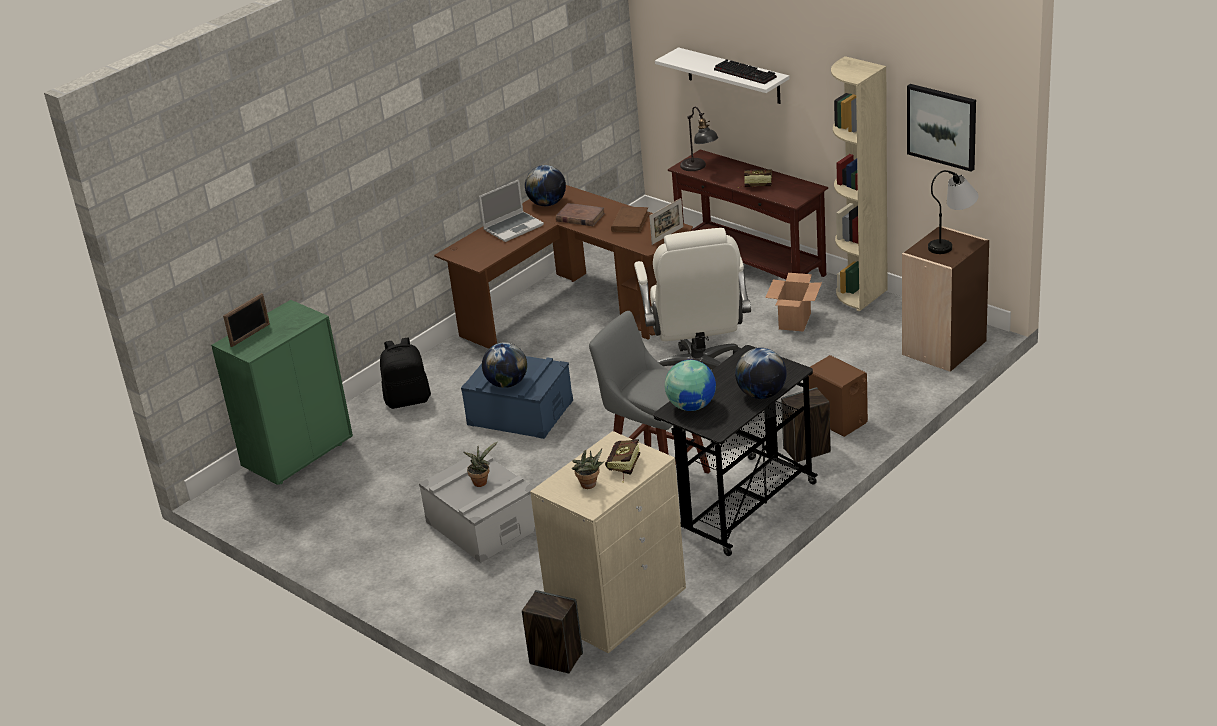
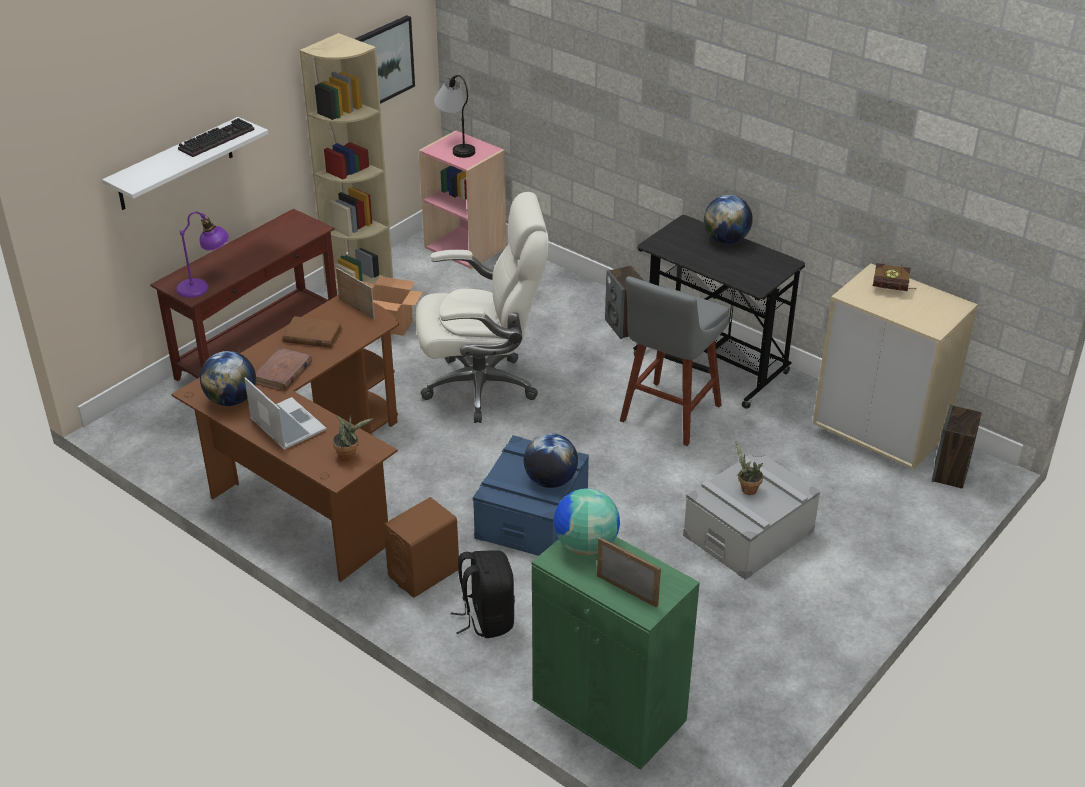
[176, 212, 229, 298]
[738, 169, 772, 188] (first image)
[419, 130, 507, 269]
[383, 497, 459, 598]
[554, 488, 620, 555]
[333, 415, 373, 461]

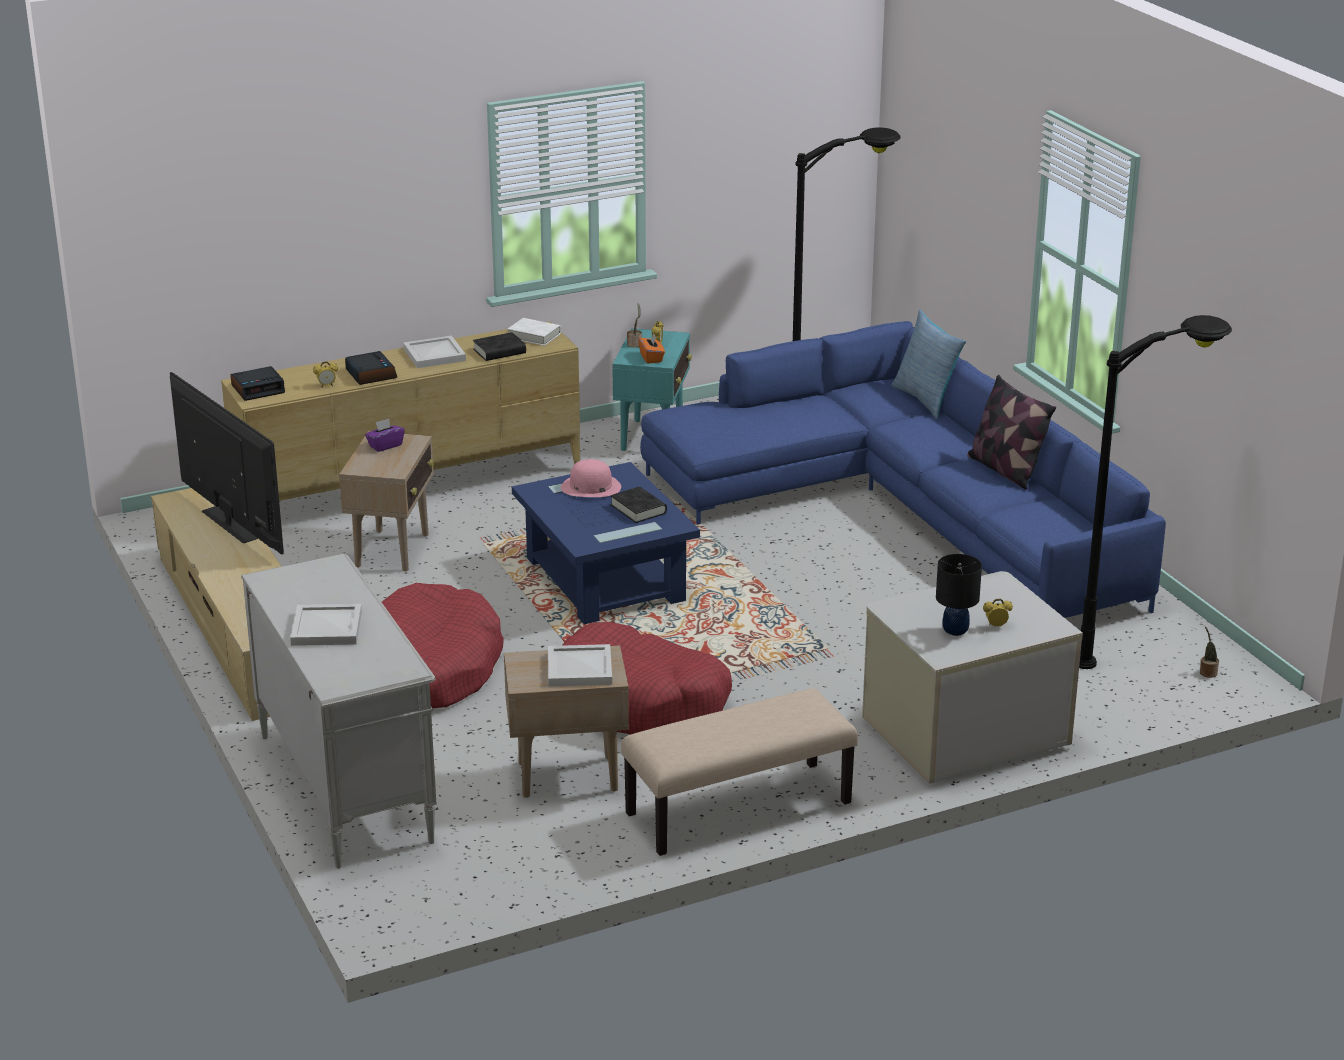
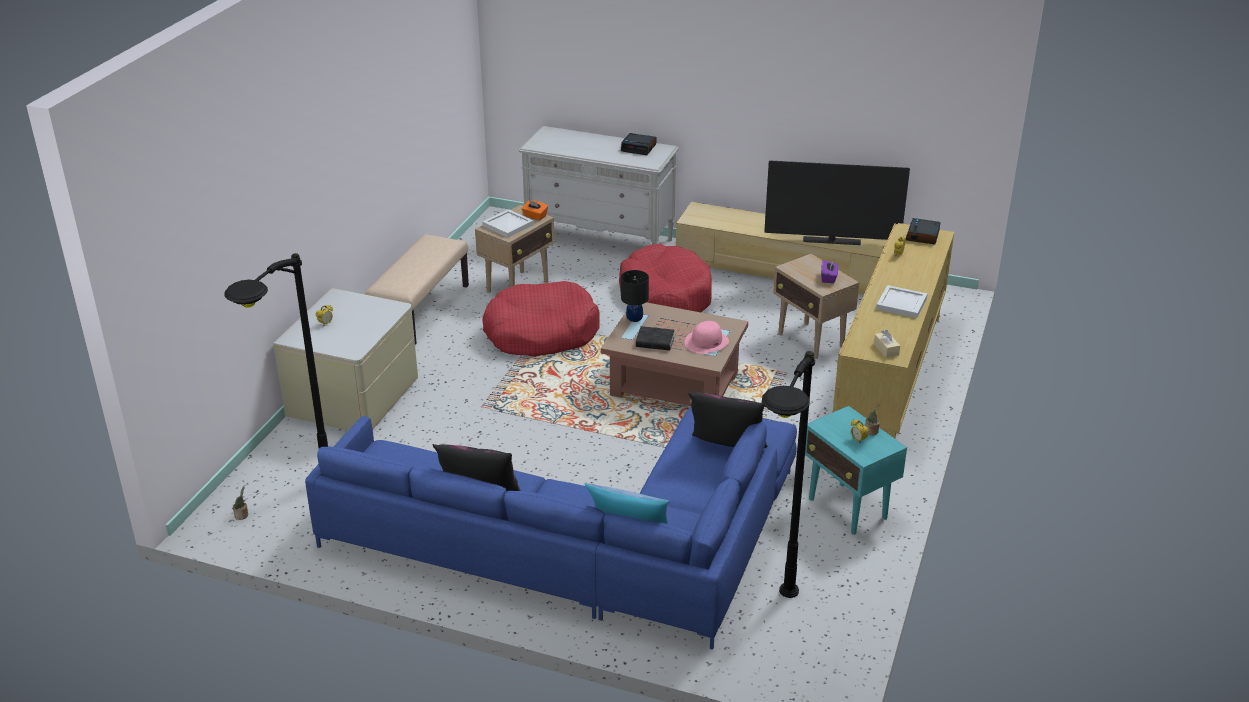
[874, 330, 900, 358]
[473, 332, 526, 361] (first image)
[522, 200, 548, 220]
[621, 133, 657, 155]
[601, 302, 748, 406]
[621, 270, 649, 322]
[290, 604, 362, 646] (first image)
[688, 392, 768, 448]

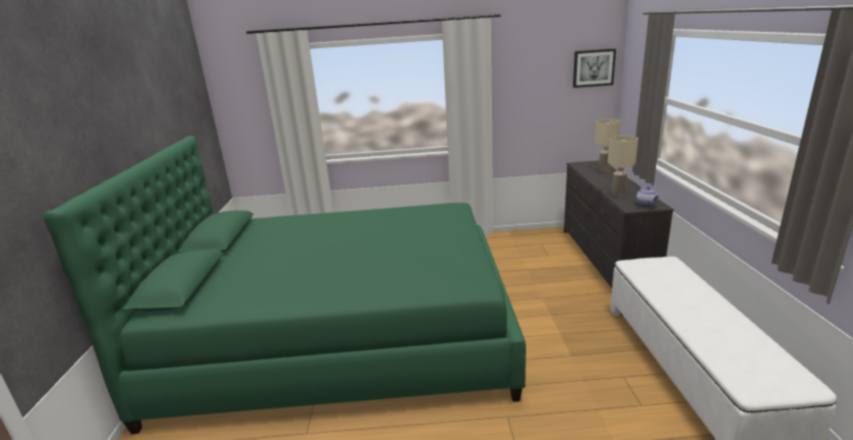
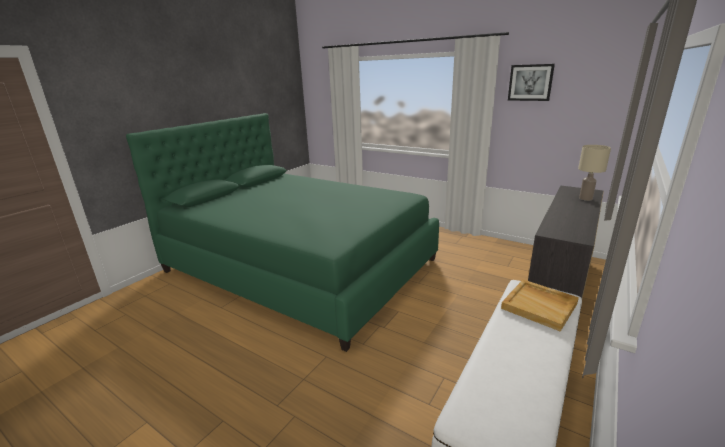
[508, 64, 555, 101]
[608, 135, 638, 196] (first image)
[636, 186, 659, 207] (first image)
[501, 280, 579, 332]

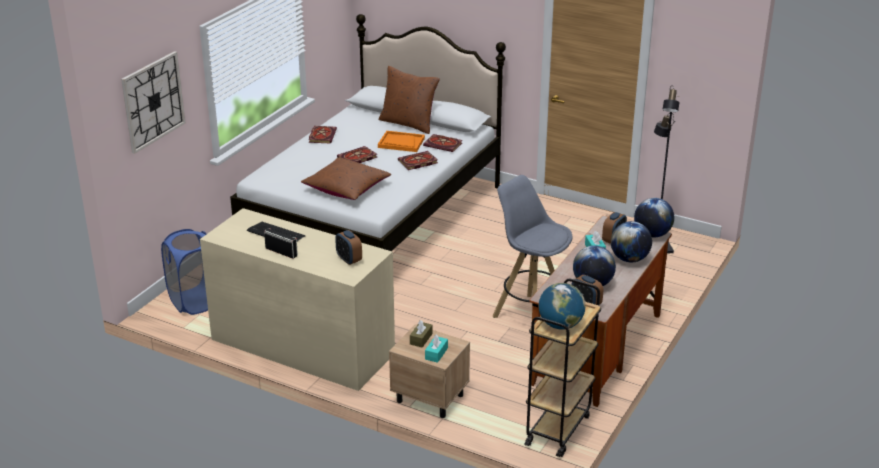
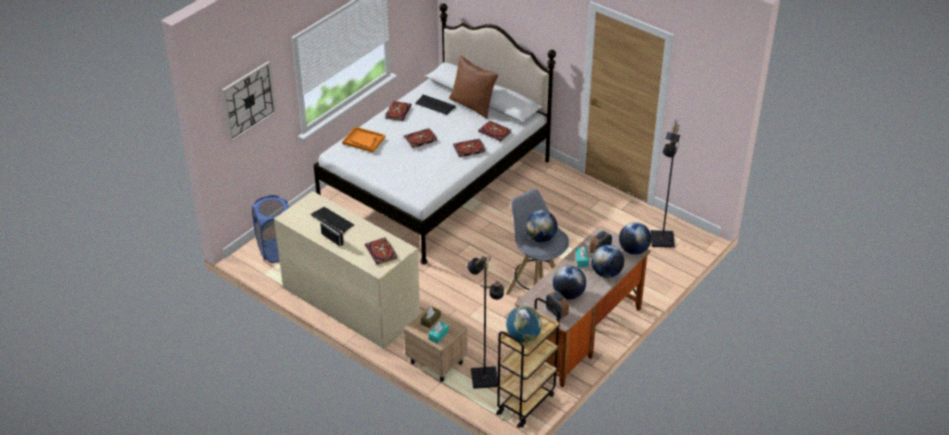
[342, 127, 385, 153]
[301, 157, 391, 200] (first image)
[365, 238, 397, 265]
[415, 95, 456, 115]
[525, 210, 557, 242]
[467, 256, 504, 389]

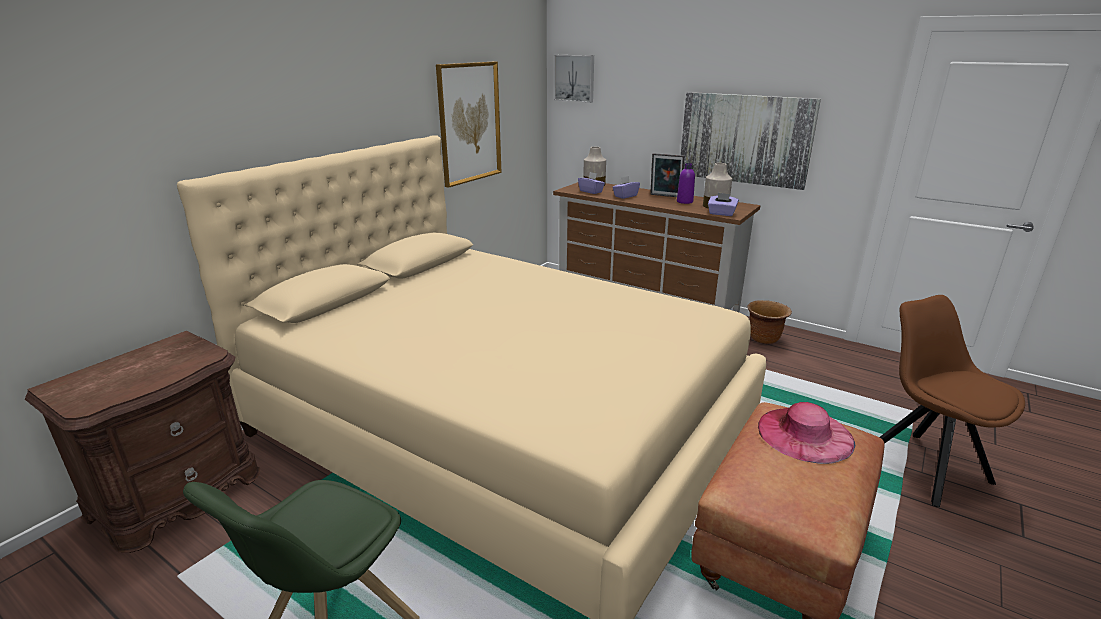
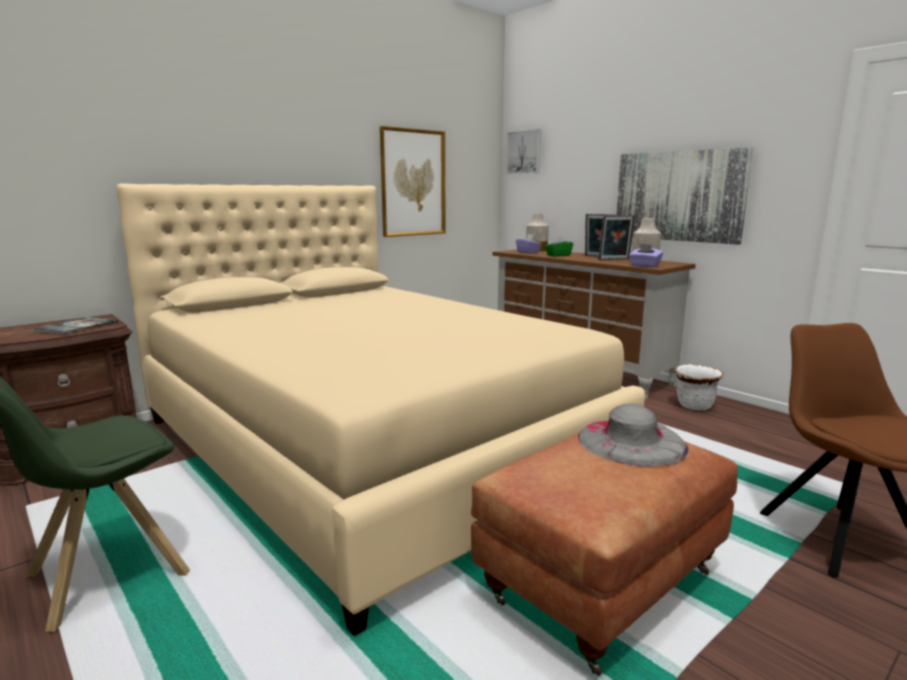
[599, 215, 635, 260]
[545, 236, 573, 257]
[674, 364, 724, 411]
[578, 404, 689, 466]
[33, 317, 118, 335]

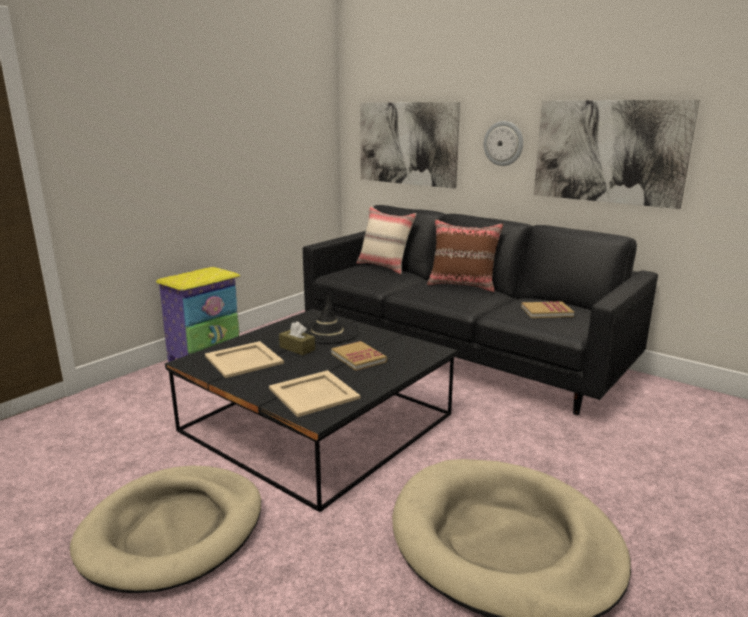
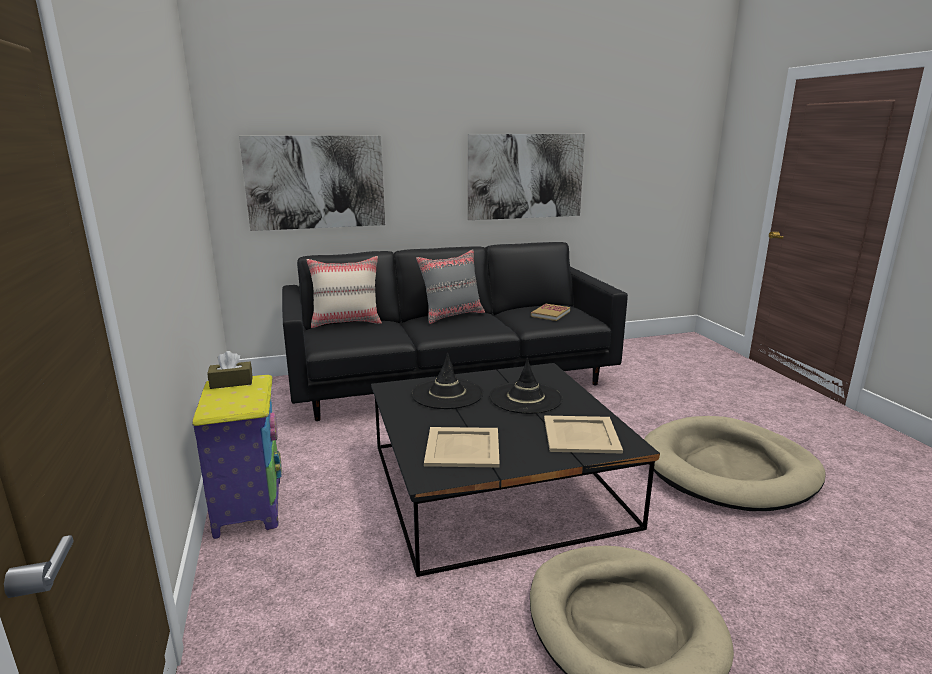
[484, 121, 523, 166] (first image)
[416, 249, 485, 324]
[207, 351, 253, 389]
[489, 358, 563, 414]

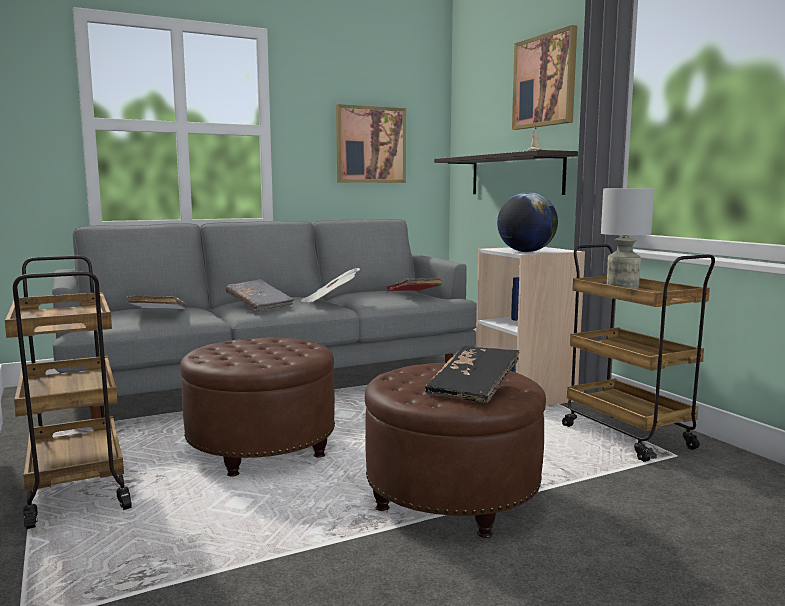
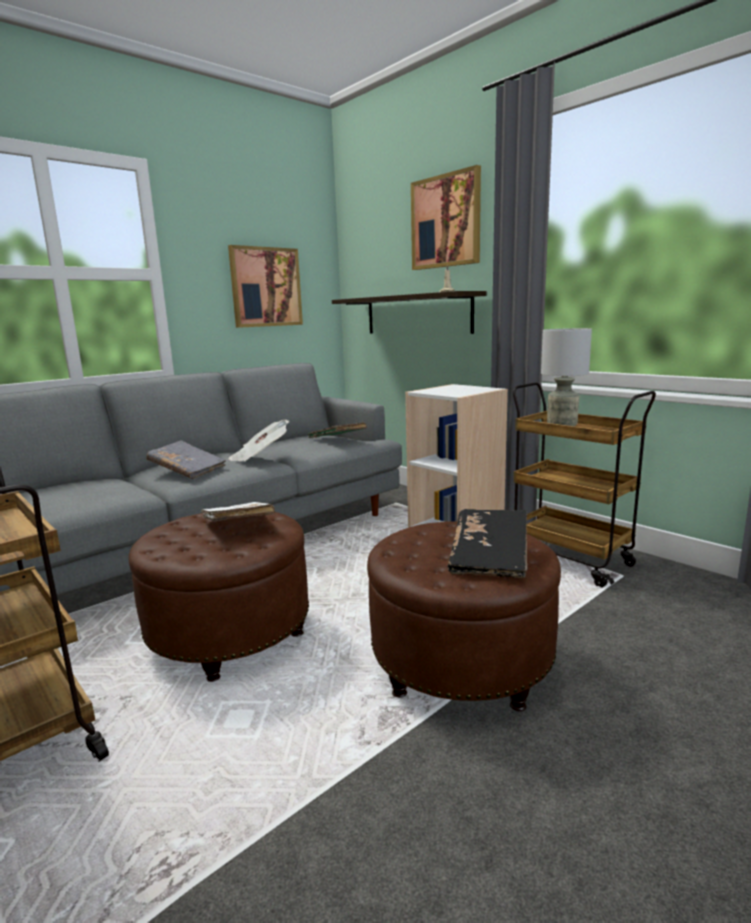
[497, 192, 558, 252] (first image)
[307, 422, 367, 438]
[201, 502, 275, 521]

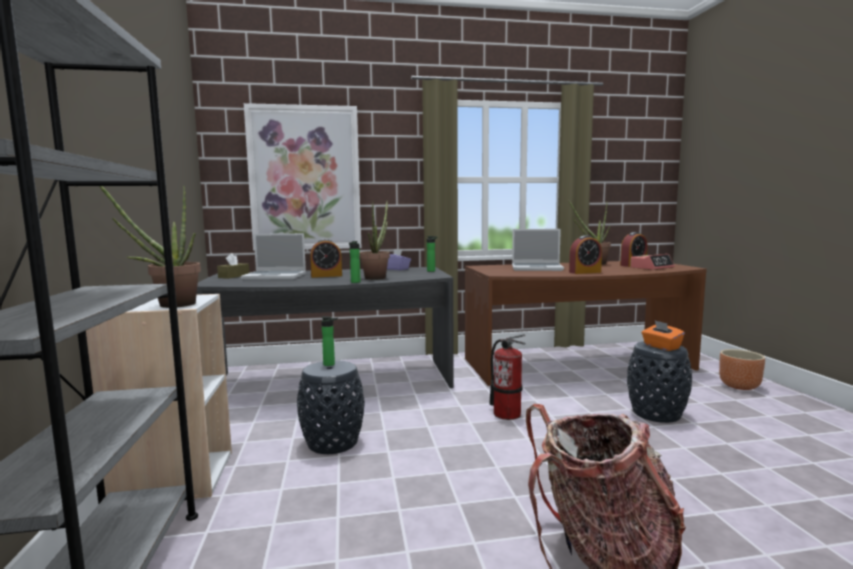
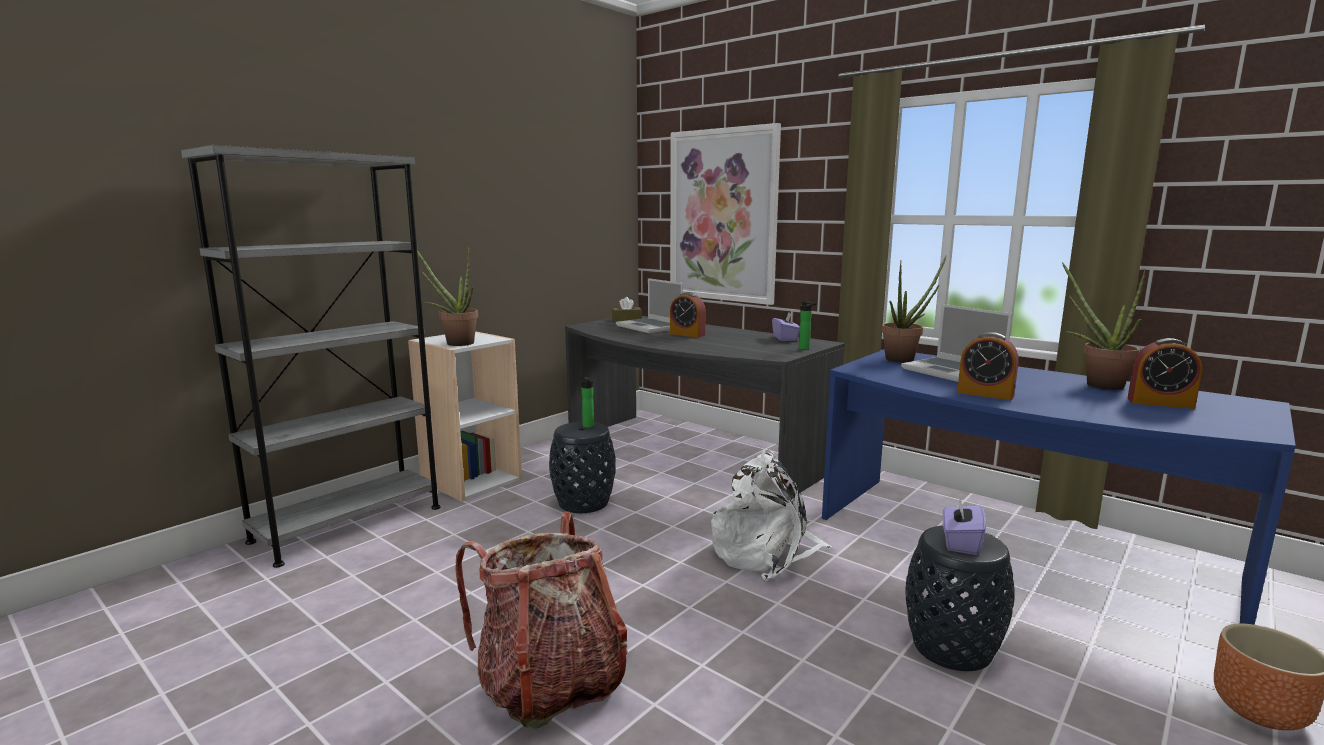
[881, 256, 946, 363]
[349, 241, 361, 283] (first image)
[630, 254, 675, 270] (first image)
[822, 349, 1296, 625]
[943, 496, 986, 555]
[711, 449, 832, 581]

